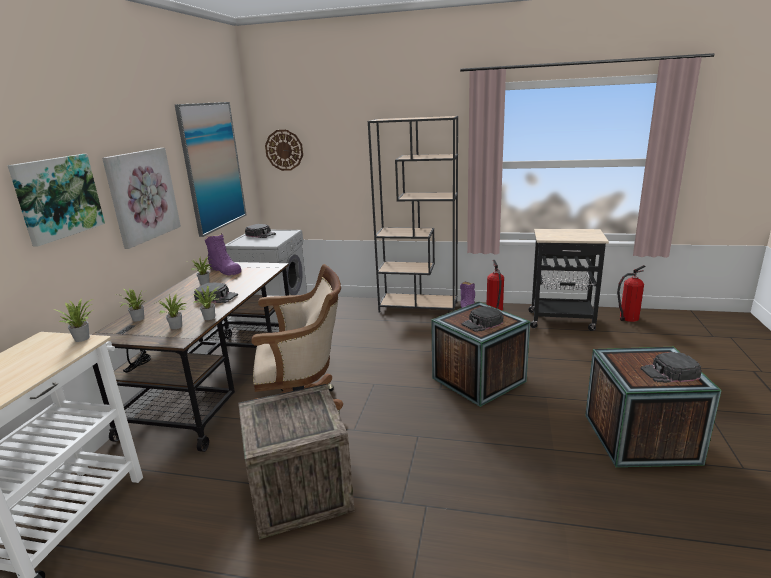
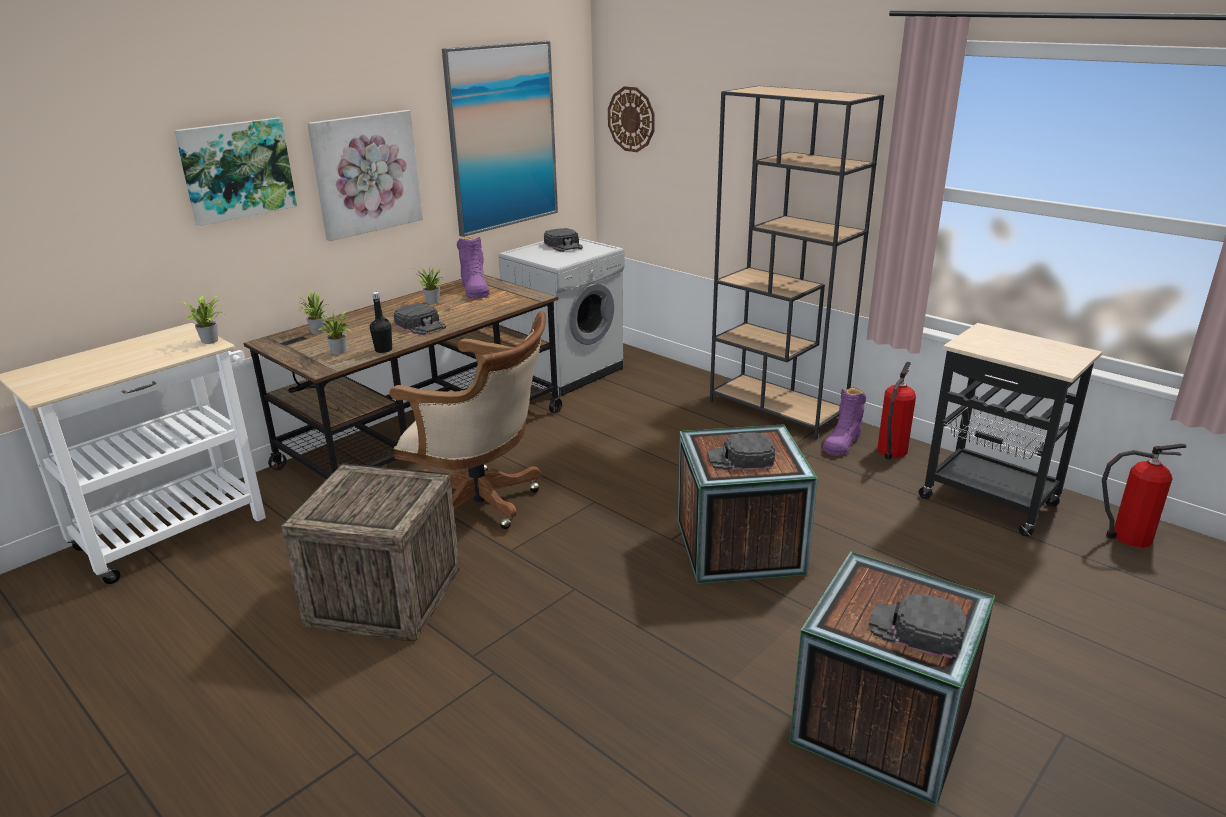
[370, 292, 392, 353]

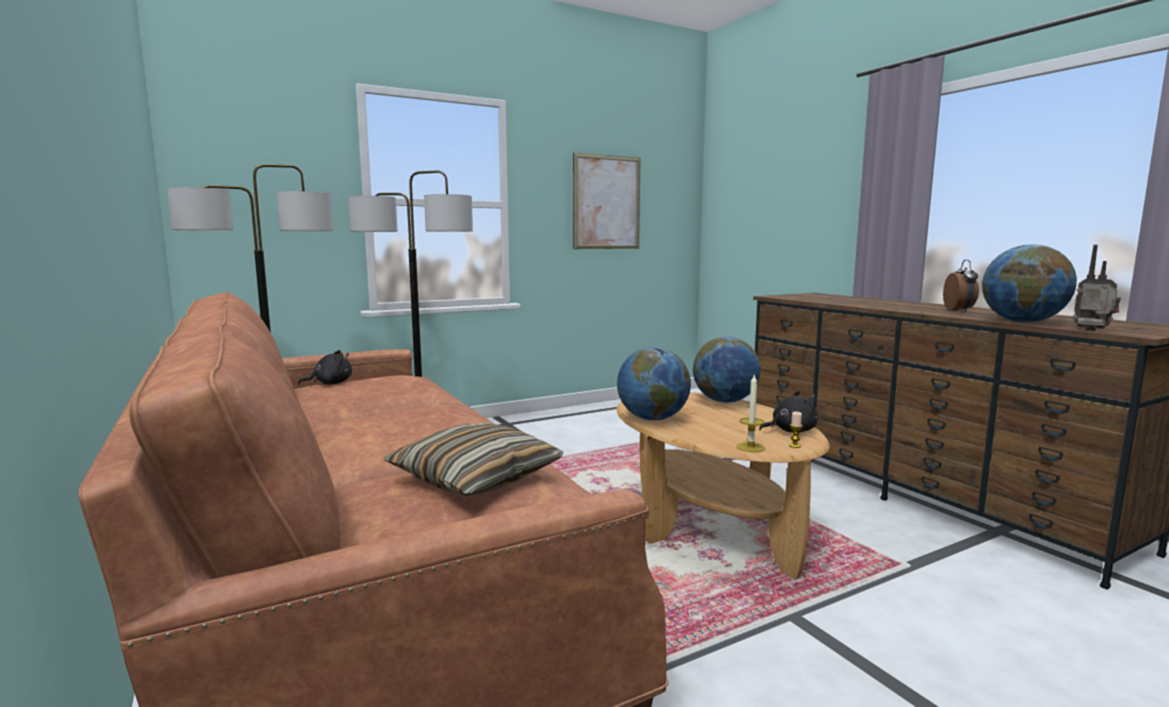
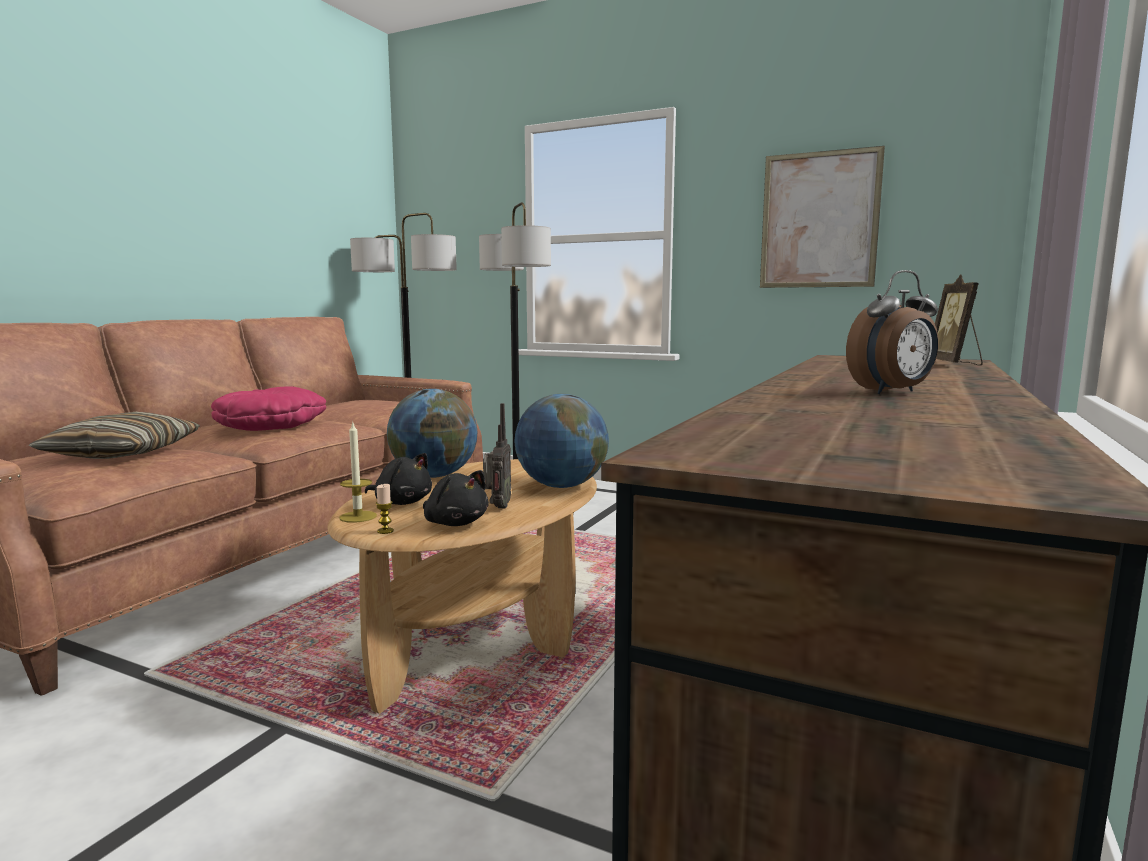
[982, 244, 1077, 322] (first image)
[483, 403, 511, 508]
[365, 453, 432, 505]
[935, 275, 983, 366]
[211, 386, 326, 431]

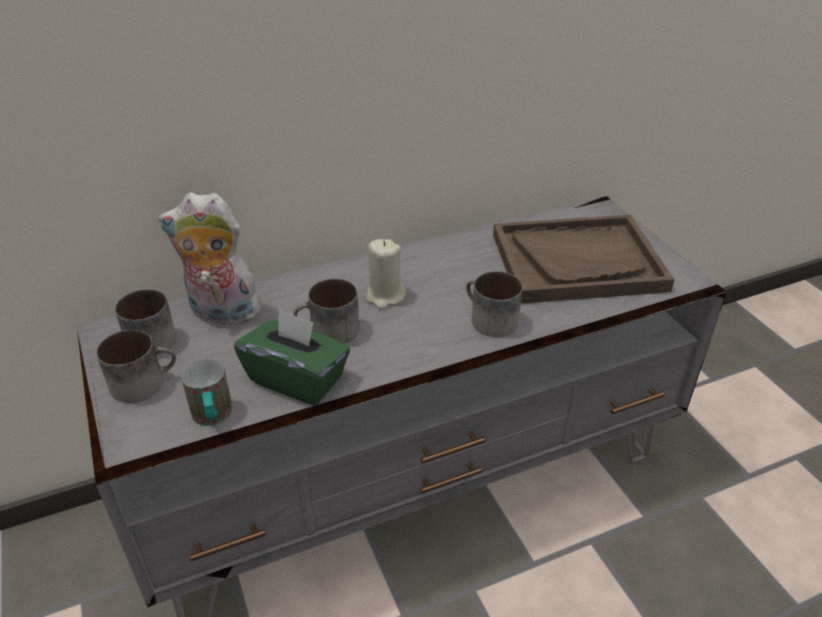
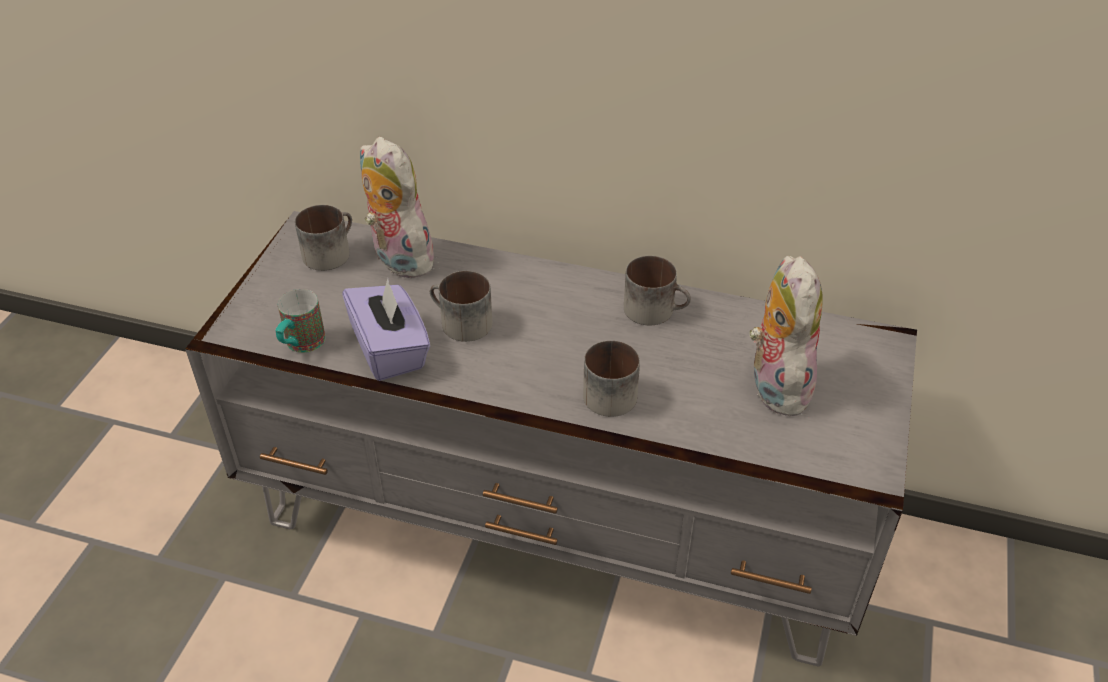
[749, 256, 823, 416]
[366, 239, 406, 309] (first image)
[342, 279, 430, 381]
[624, 256, 691, 325]

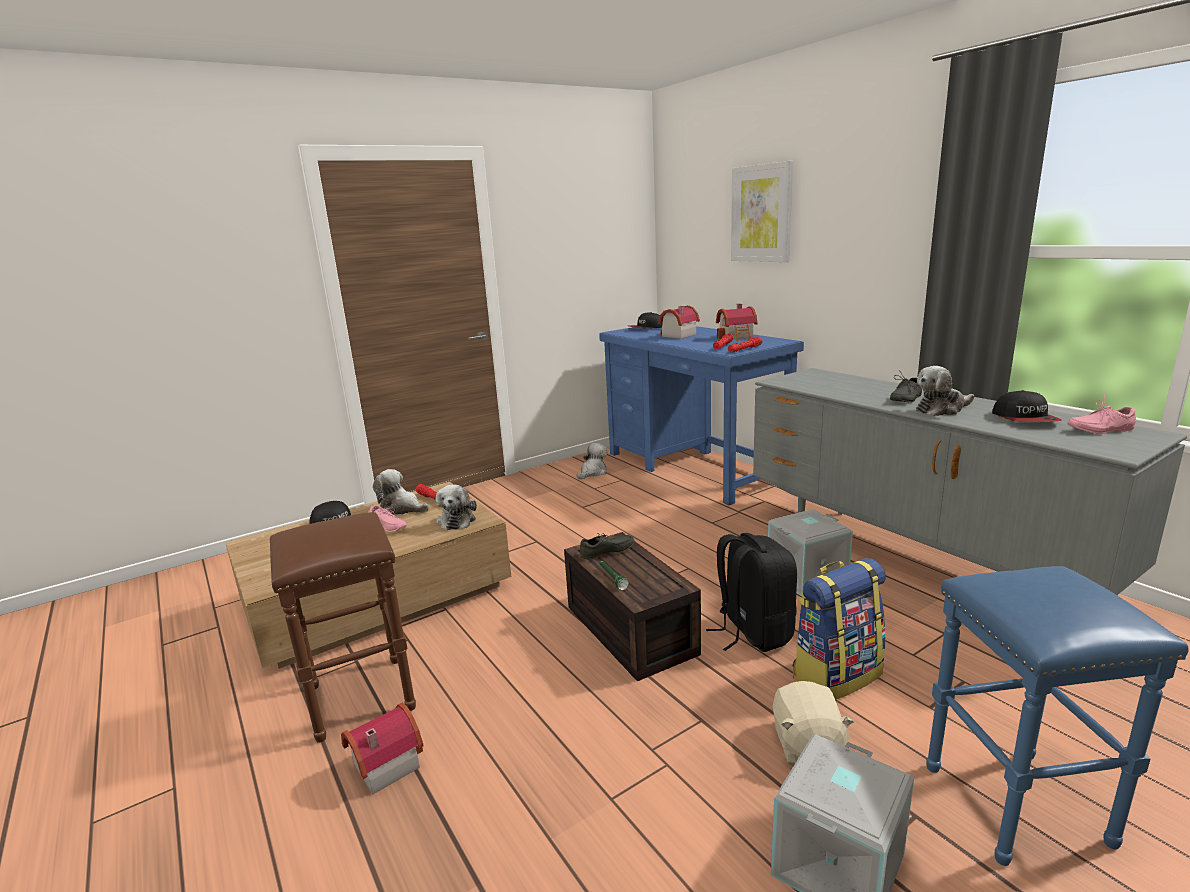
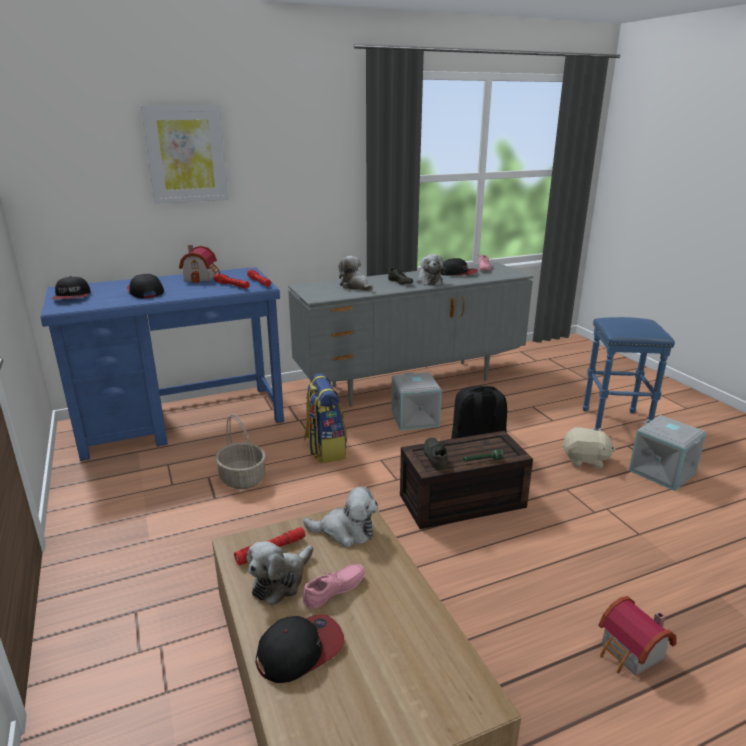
[127, 274, 164, 298]
[338, 256, 373, 291]
[270, 512, 416, 743] (first image)
[304, 373, 347, 463]
[215, 414, 266, 489]

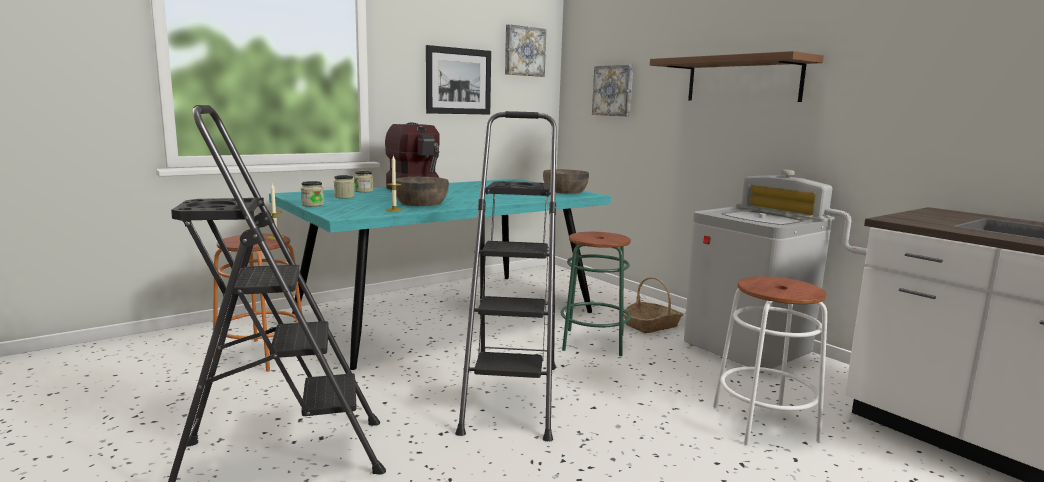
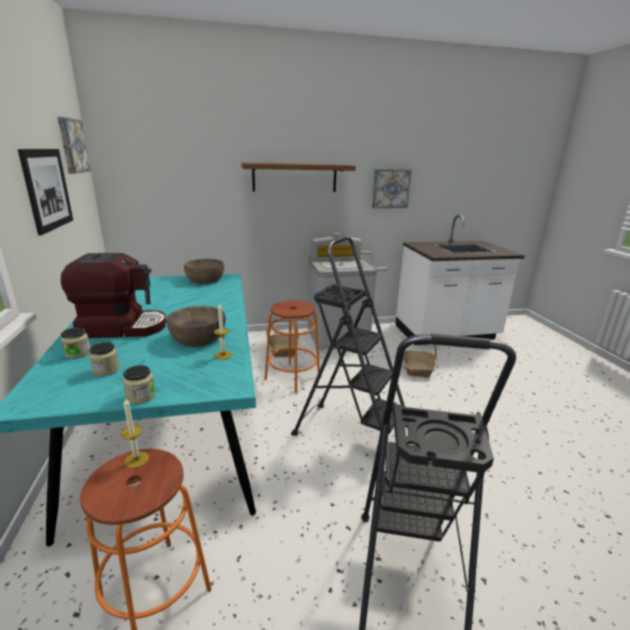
[372, 169, 412, 208]
[265, 300, 320, 393]
[403, 344, 437, 378]

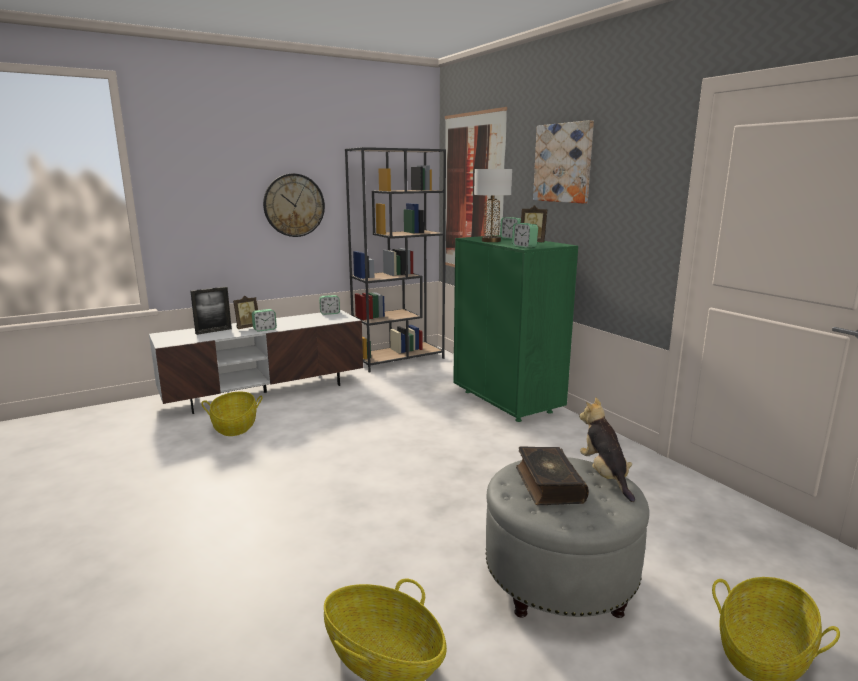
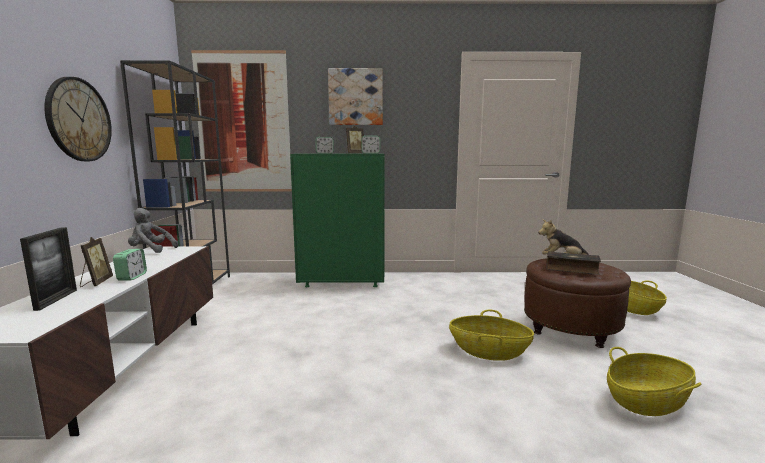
[474, 169, 512, 242] (first image)
[128, 208, 178, 253]
[449, 309, 534, 361]
[524, 258, 631, 348]

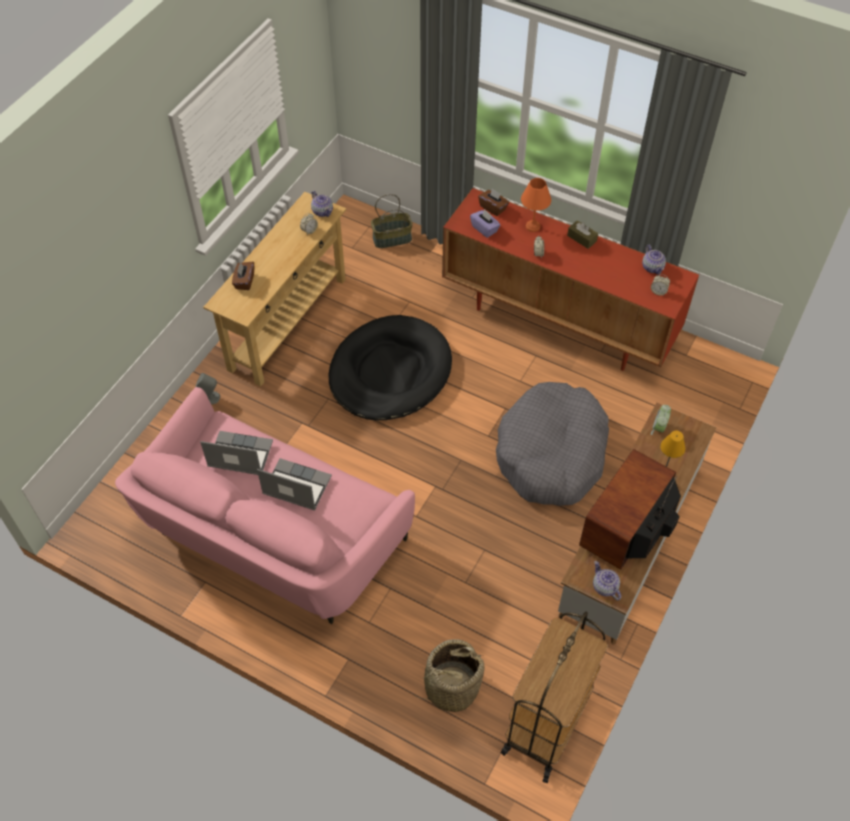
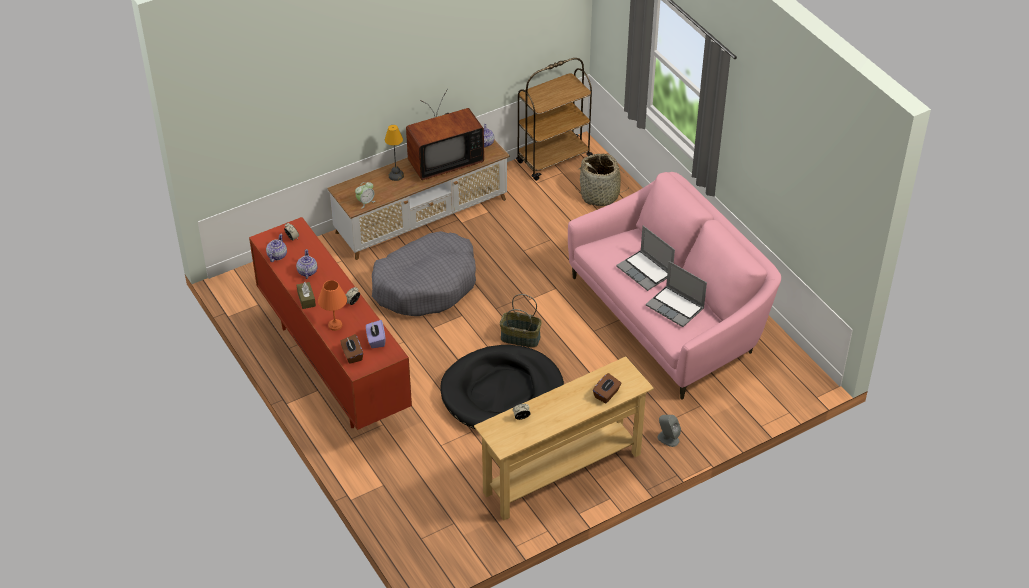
[296, 249, 317, 279]
[500, 294, 542, 347]

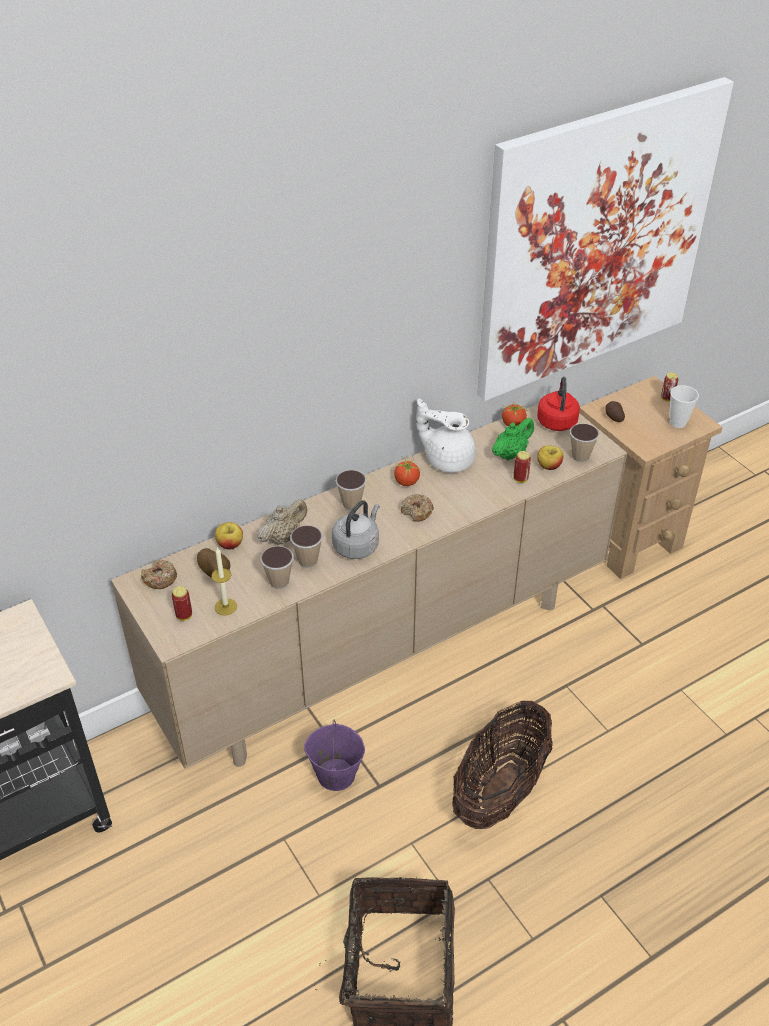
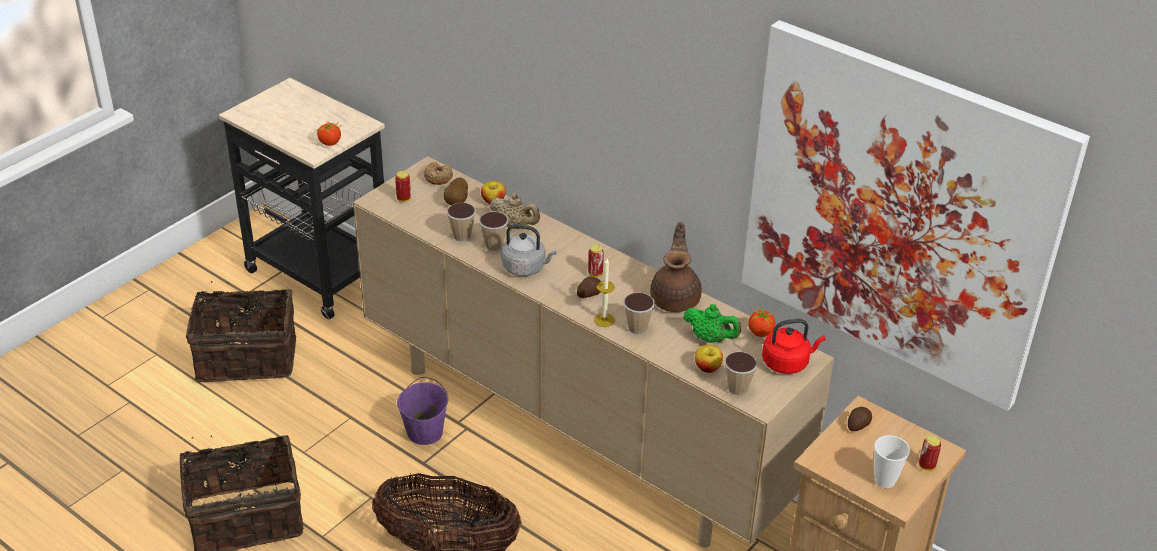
[650, 222, 702, 312]
[588, 245, 604, 277]
[317, 120, 341, 146]
[623, 292, 655, 334]
[577, 277, 601, 298]
[594, 258, 615, 327]
[186, 281, 296, 382]

